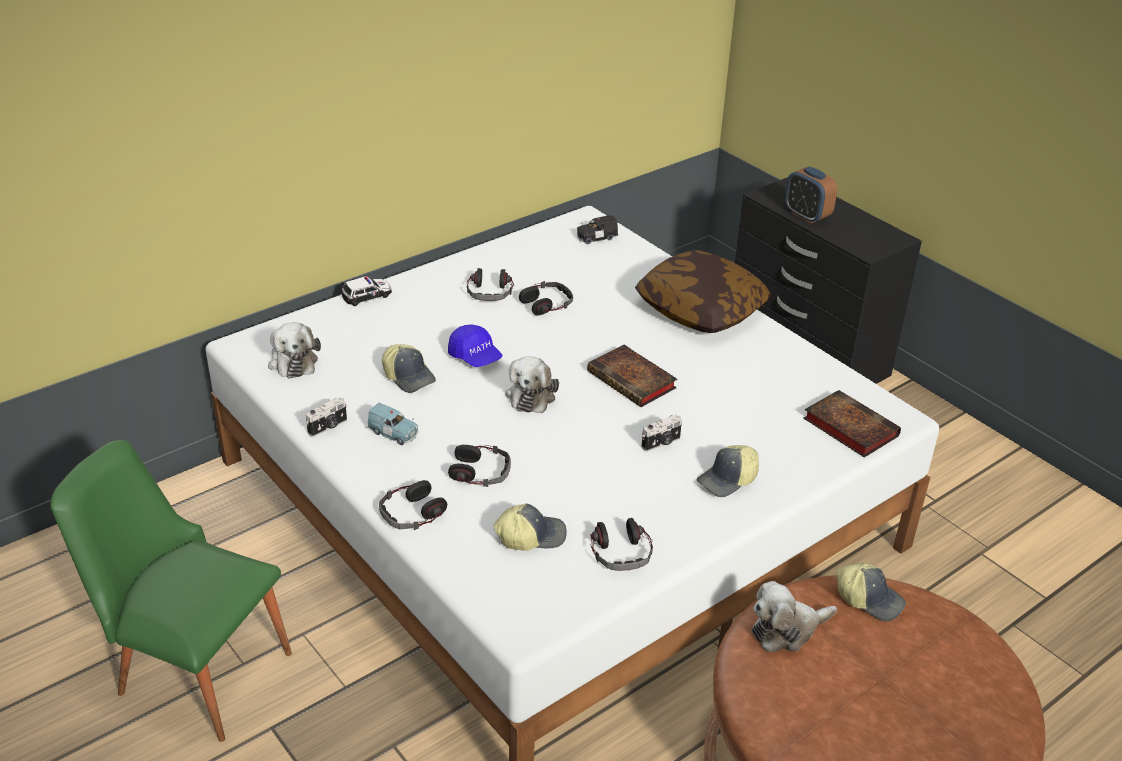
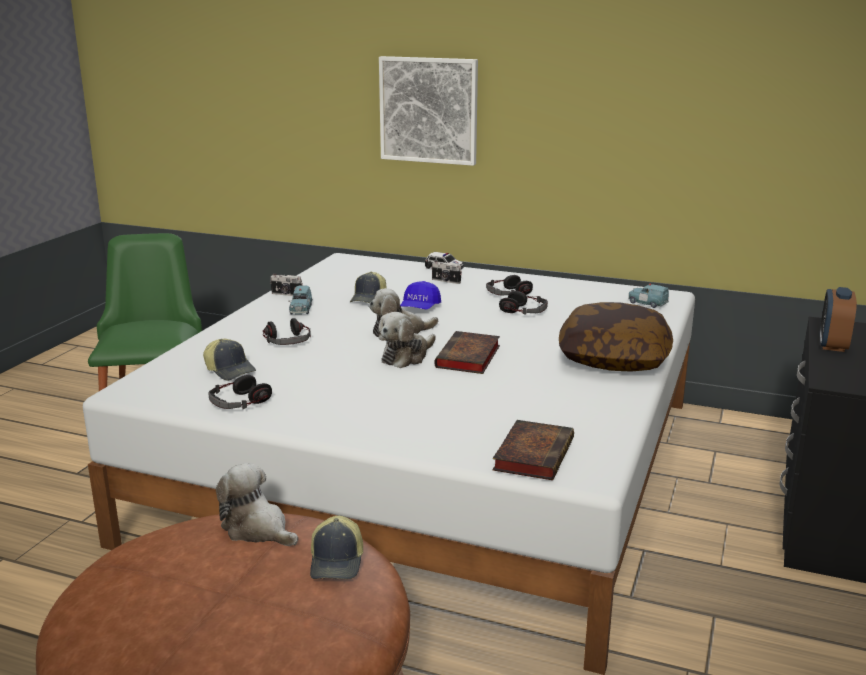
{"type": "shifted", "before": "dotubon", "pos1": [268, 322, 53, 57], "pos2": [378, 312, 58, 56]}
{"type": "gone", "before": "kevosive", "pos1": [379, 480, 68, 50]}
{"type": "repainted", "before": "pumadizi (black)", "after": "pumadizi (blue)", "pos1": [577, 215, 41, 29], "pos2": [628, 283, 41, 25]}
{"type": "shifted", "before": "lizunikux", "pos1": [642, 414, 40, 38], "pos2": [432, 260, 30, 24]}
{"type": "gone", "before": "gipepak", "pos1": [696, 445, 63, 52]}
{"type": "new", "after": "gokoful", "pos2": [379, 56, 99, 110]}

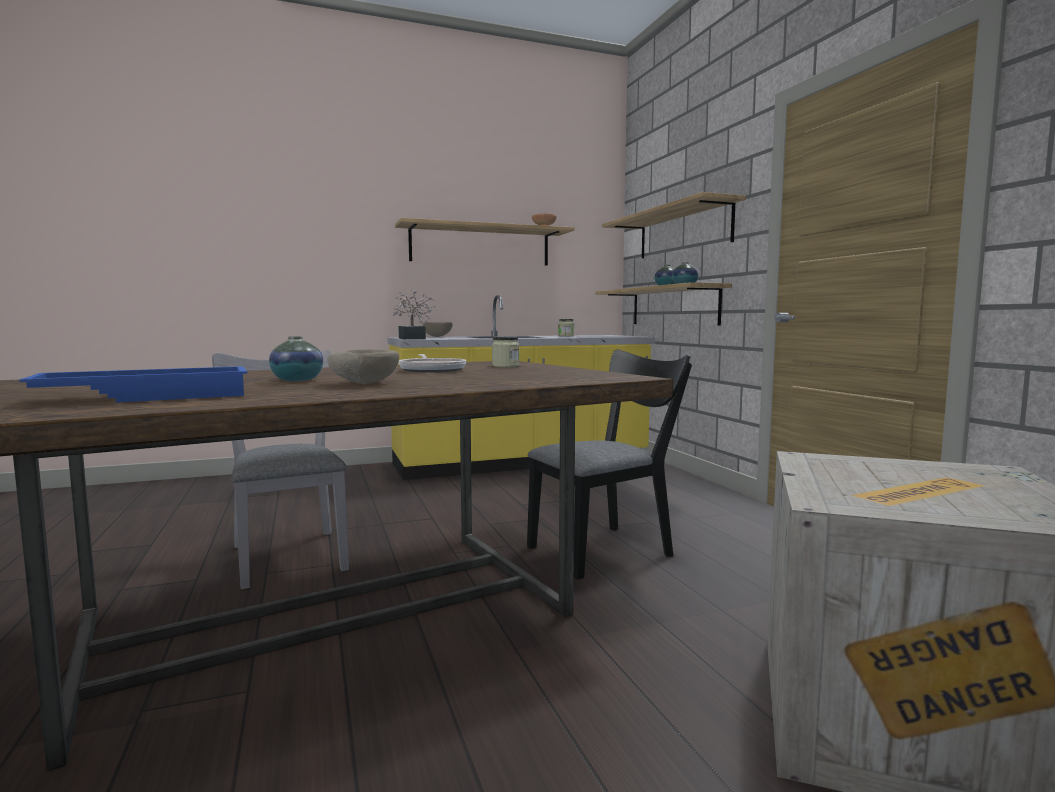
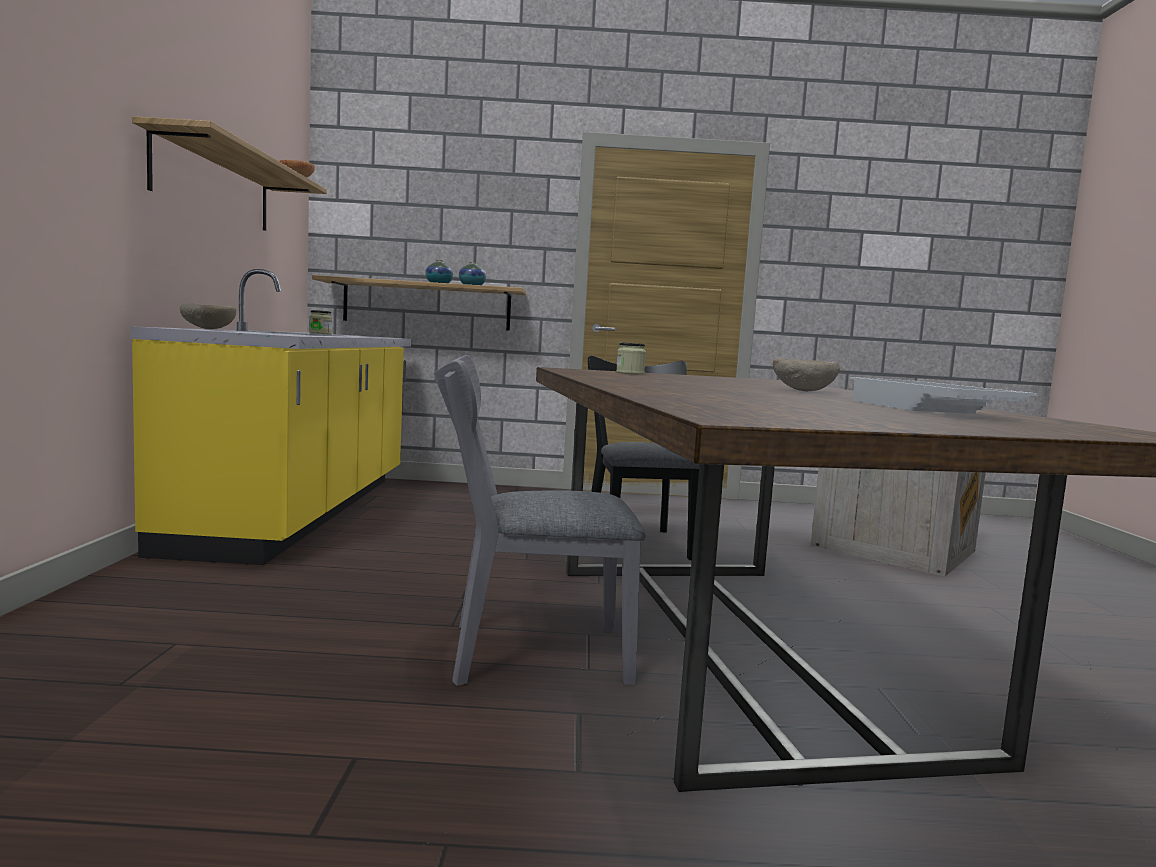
{"type": "repainted", "before": "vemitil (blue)", "after": "vemitil (white)", "pos1": [19, 366, 228, 37], "pos2": [850, 377, 188, 37]}
{"type": "gone", "before": "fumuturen", "pos1": [269, 336, 54, 45]}
{"type": "gone", "before": "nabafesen", "pos1": [393, 290, 42, 49]}
{"type": "gone", "before": "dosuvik", "pos1": [399, 354, 67, 19]}
{"type": "gone", "before": "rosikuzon", "pos1": [602, 192, 144, 66]}

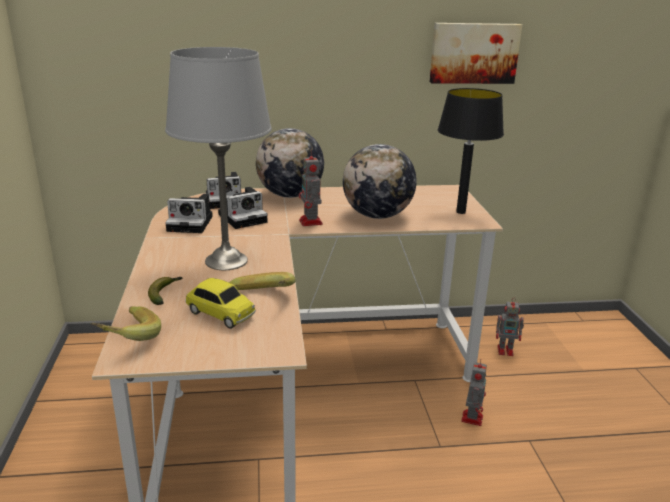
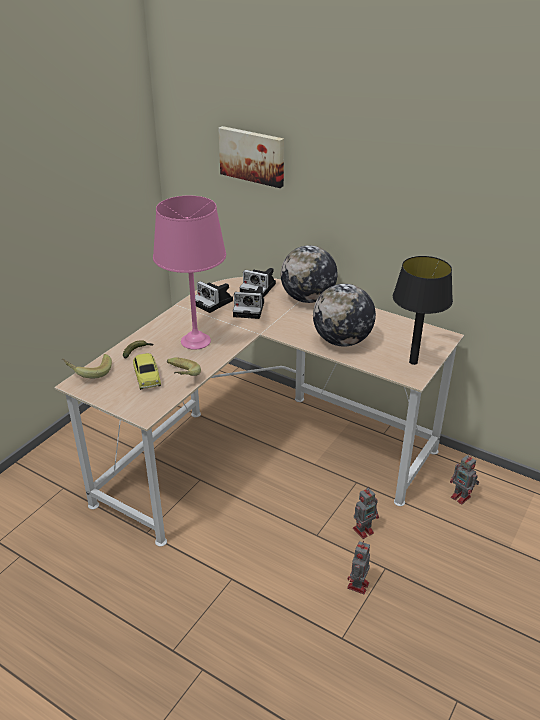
{"type": "repainted", "before": "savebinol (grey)", "after": "savebinol (pink)", "pos1": [165, 47, 107, 223], "pos2": [153, 196, 73, 154]}
{"type": "shifted", "before": "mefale", "pos1": [299, 150, 24, 76], "pos2": [347, 541, 23, 53]}
{"type": "shifted", "before": "gokoful", "pos1": [430, 23, 93, 61], "pos2": [218, 126, 66, 62]}

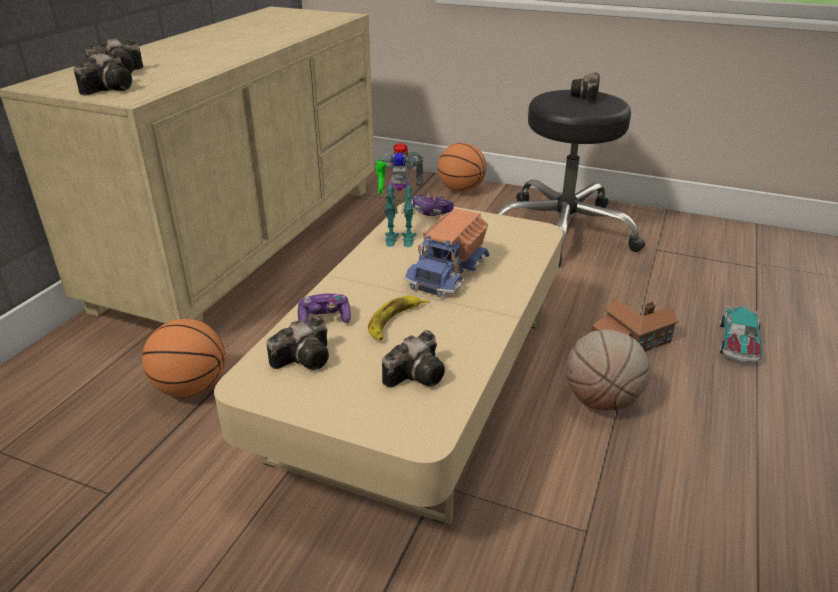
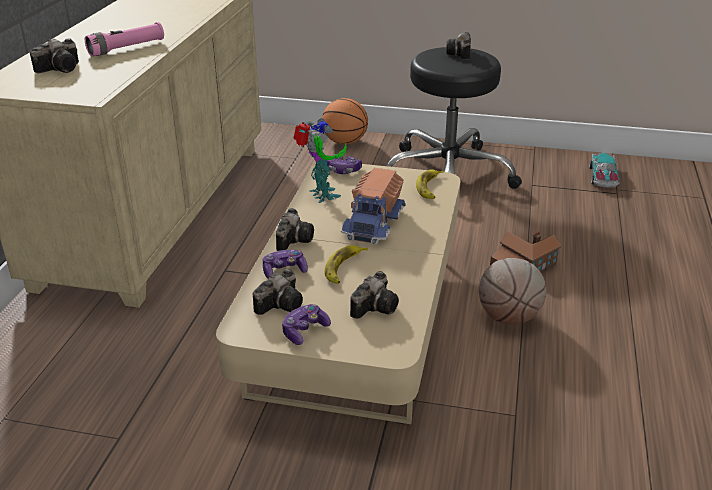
{"type": "shifted", "before": "lizunikux", "pos1": [74, 52, 58, 43], "pos2": [276, 208, 38, 43]}
{"type": "gone", "before": "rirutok", "pos1": [142, 319, 84, 79]}
{"type": "rotated", "before": "mefale", "pos1": [375, 142, 49, 105], "pos2": [293, 118, 54, 85], "turn": -105}
{"type": "shifted", "before": "pumadizi", "pos1": [719, 305, 43, 58], "pos2": [589, 153, 31, 35]}
{"type": "new", "after": "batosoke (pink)", "pos2": [85, 22, 79, 34]}
{"type": "new", "after": "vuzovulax", "pos2": [282, 304, 49, 41]}
{"type": "new", "after": "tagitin", "pos2": [416, 169, 28, 30]}

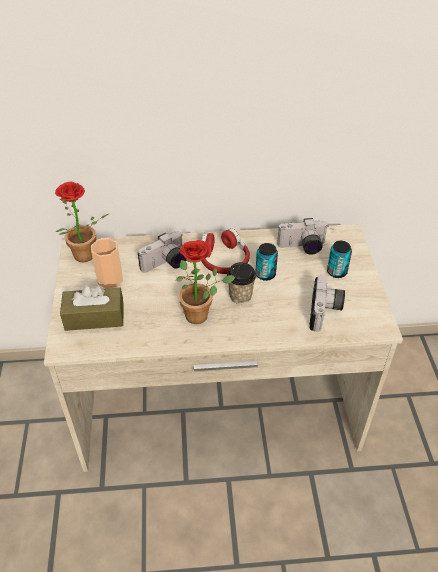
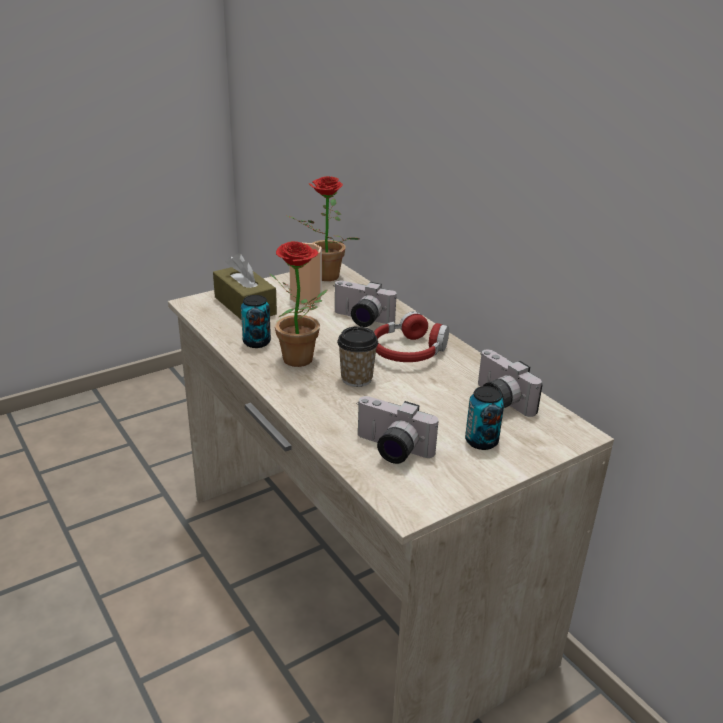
{"type": "shifted", "before": "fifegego", "pos1": [255, 243, 23, 38], "pos2": [241, 295, 30, 53]}
{"type": "rotated", "before": "lizunikux", "pos1": [310, 274, 35, 58], "pos2": [356, 396, 82, 68], "turn": 45}

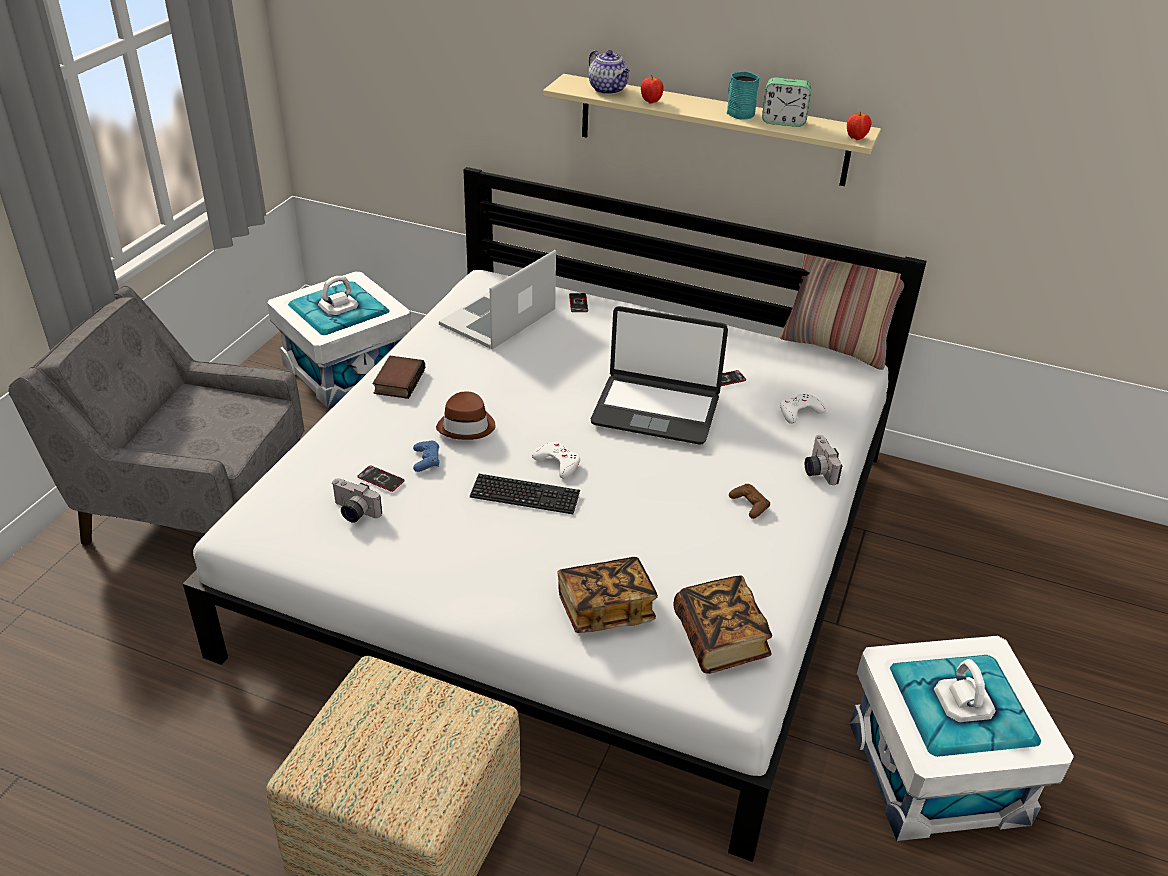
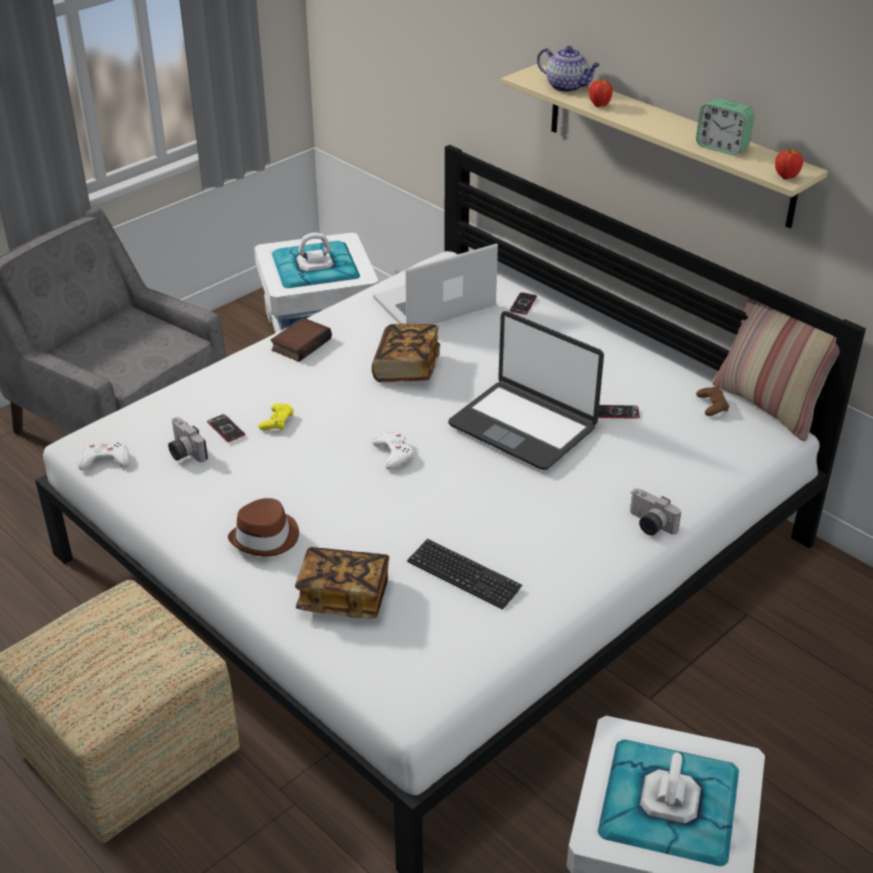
{"type": "repainted", "before": "vuzovulax (blue)", "after": "vuzovulax (yellow)", "pos1": [413, 440, 27, 32], "pos2": [259, 403, 35, 27]}
{"type": "shifted", "before": "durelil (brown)", "pos1": [436, 392, 60, 48], "pos2": [228, 498, 71, 59]}
{"type": "shifted", "before": "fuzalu", "pos1": [470, 474, 110, 40], "pos2": [407, 539, 115, 71]}
{"type": "rotated", "before": "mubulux", "pos1": [589, 50, 41, 44], "pos2": [537, 46, 63, 46], "turn": -45}
{"type": "shifted", "before": "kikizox", "pos1": [674, 575, 98, 99], "pos2": [372, 324, 68, 58]}
{"type": "gone", "before": "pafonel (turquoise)", "pos1": [727, 71, 33, 49]}
{"type": "shifted", "before": "vuzovulax (brown)", "pos1": [729, 484, 41, 35], "pos2": [696, 387, 33, 29]}
{"type": "shifted", "before": "vuzovulax (white)", "pos1": [780, 393, 46, 31], "pos2": [77, 442, 53, 28]}
{"type": "rotated", "before": "lizunikux", "pos1": [805, 435, 37, 50], "pos2": [630, 488, 51, 48], "turn": -60}

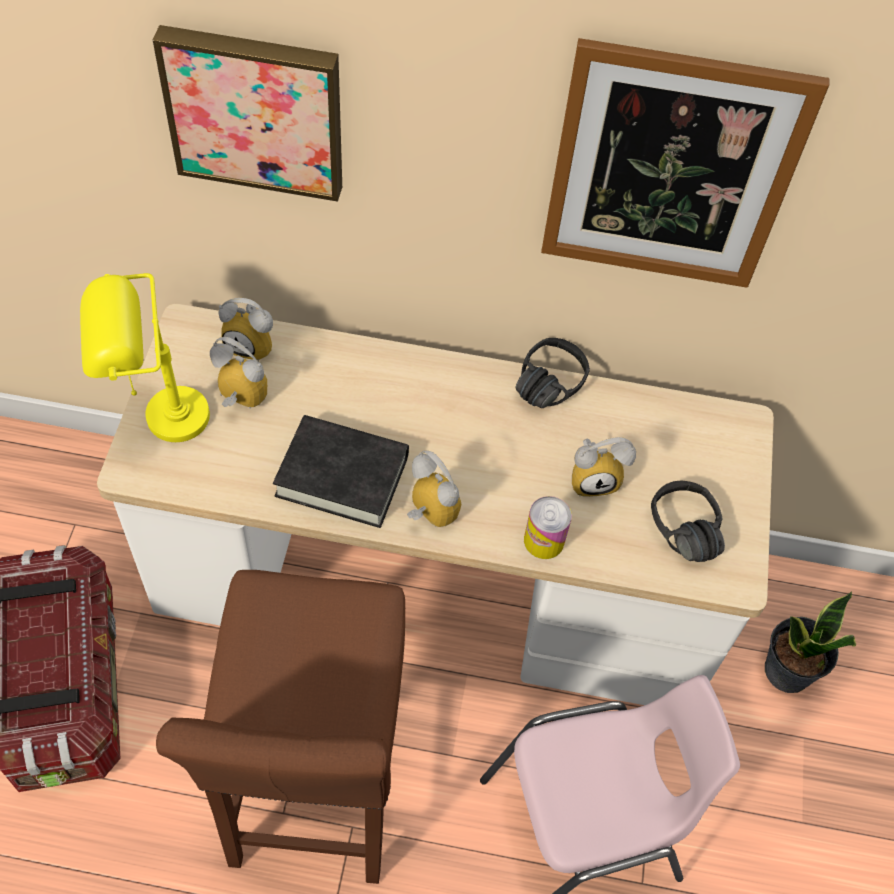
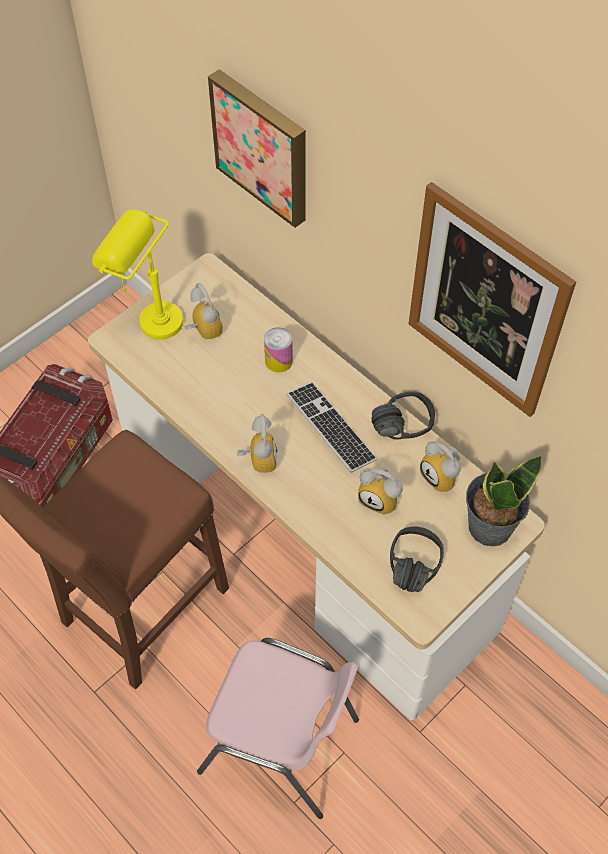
{"type": "shifted", "before": "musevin", "pos1": [218, 298, 55, 64], "pos2": [420, 441, 41, 51]}
{"type": "gone", "before": "kikizox (black)", "pos1": [273, 415, 136, 113]}
{"type": "shifted", "before": "fifegego", "pos1": [524, 496, 48, 63], "pos2": [264, 327, 29, 45]}
{"type": "shifted", "before": "nabafesen", "pos1": [765, 592, 91, 101], "pos2": [466, 455, 76, 91]}
{"type": "new", "after": "fuzalu", "pos2": [286, 381, 92, 92]}

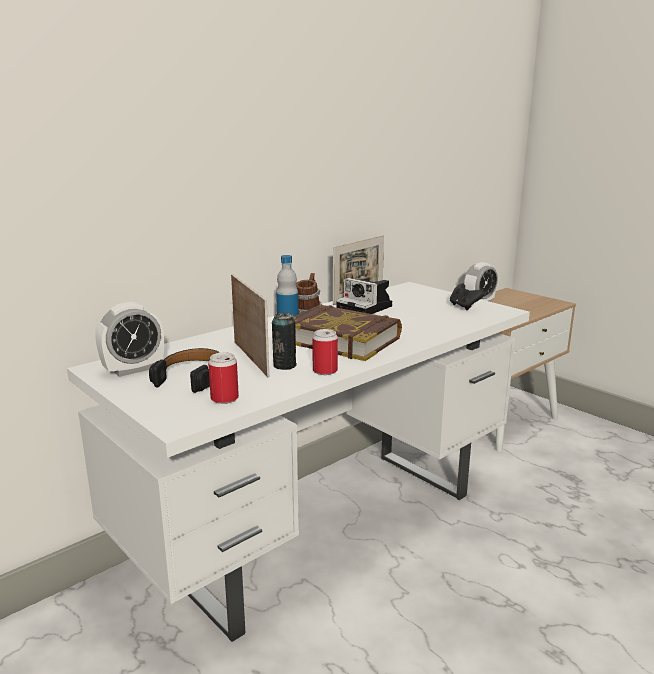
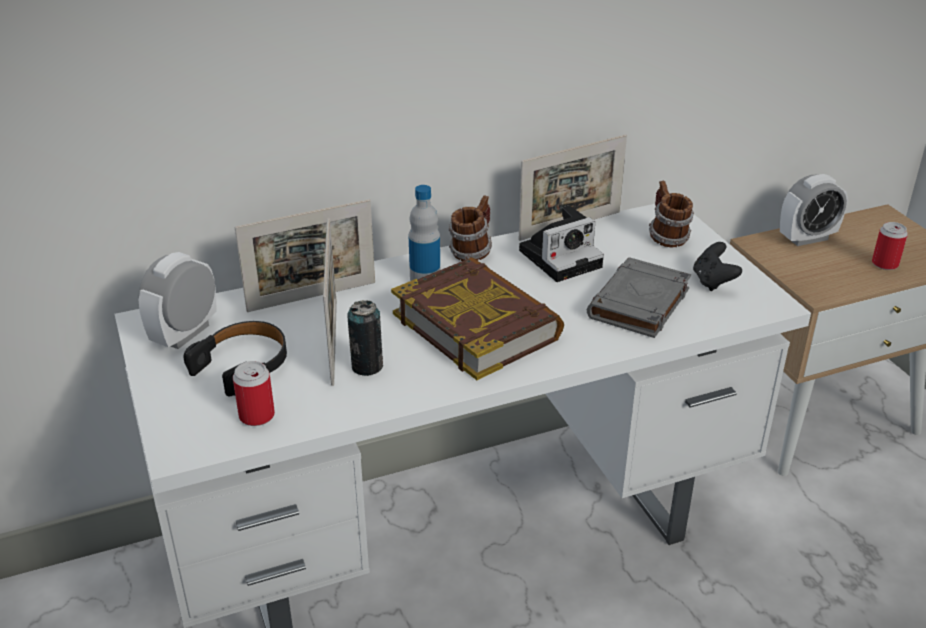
{"type": "rotated", "before": "musevin", "pos1": [95, 302, 69, 75], "pos2": [138, 252, 78, 97], "turn": 135}
{"type": "shifted", "before": "fifegego", "pos1": [312, 329, 26, 46], "pos2": [872, 222, 36, 48]}
{"type": "rotated", "before": "lizunikux", "pos1": [336, 278, 56, 36], "pos2": [519, 205, 85, 77], "turn": -90}
{"type": "new", "after": "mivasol", "pos2": [235, 199, 140, 113]}
{"type": "new", "after": "kikizox (grey)", "pos2": [587, 257, 104, 81]}
{"type": "new", "after": "pafonel", "pos2": [649, 181, 45, 67]}

